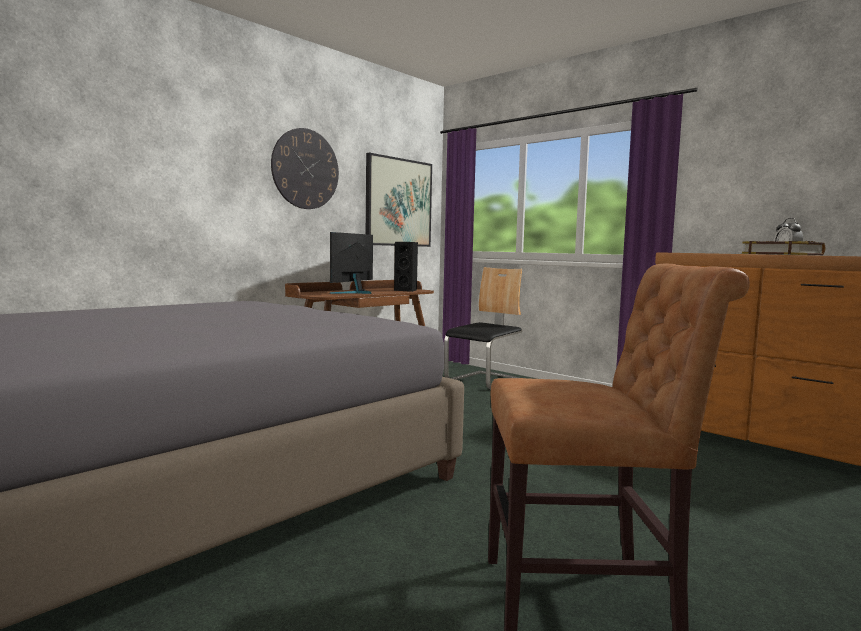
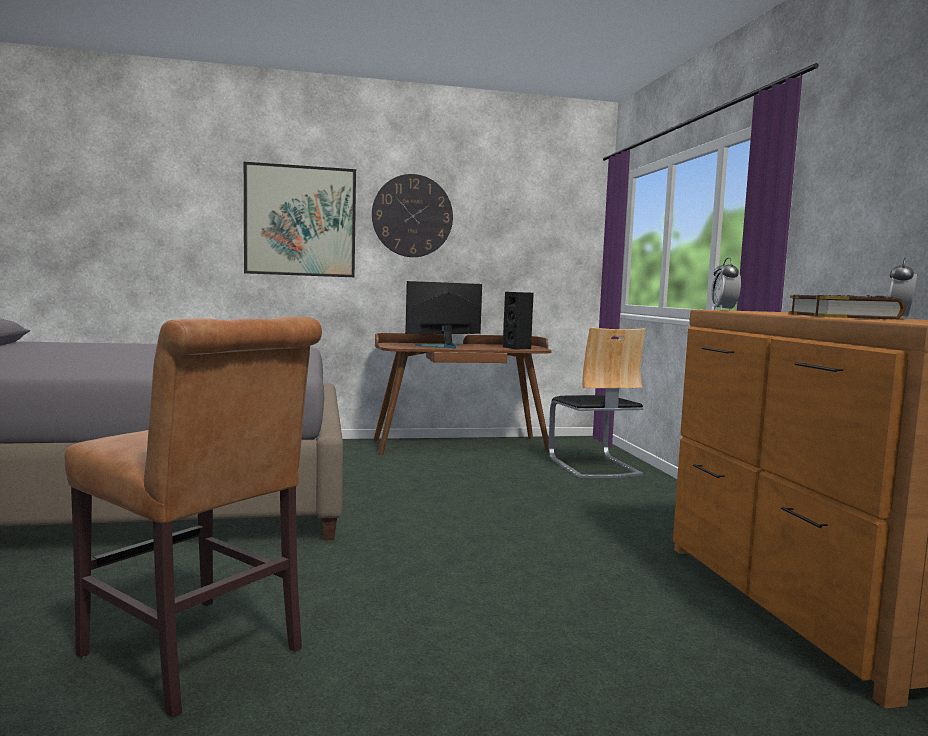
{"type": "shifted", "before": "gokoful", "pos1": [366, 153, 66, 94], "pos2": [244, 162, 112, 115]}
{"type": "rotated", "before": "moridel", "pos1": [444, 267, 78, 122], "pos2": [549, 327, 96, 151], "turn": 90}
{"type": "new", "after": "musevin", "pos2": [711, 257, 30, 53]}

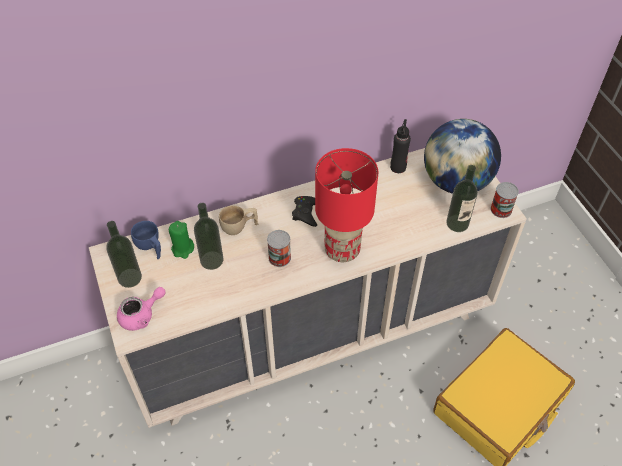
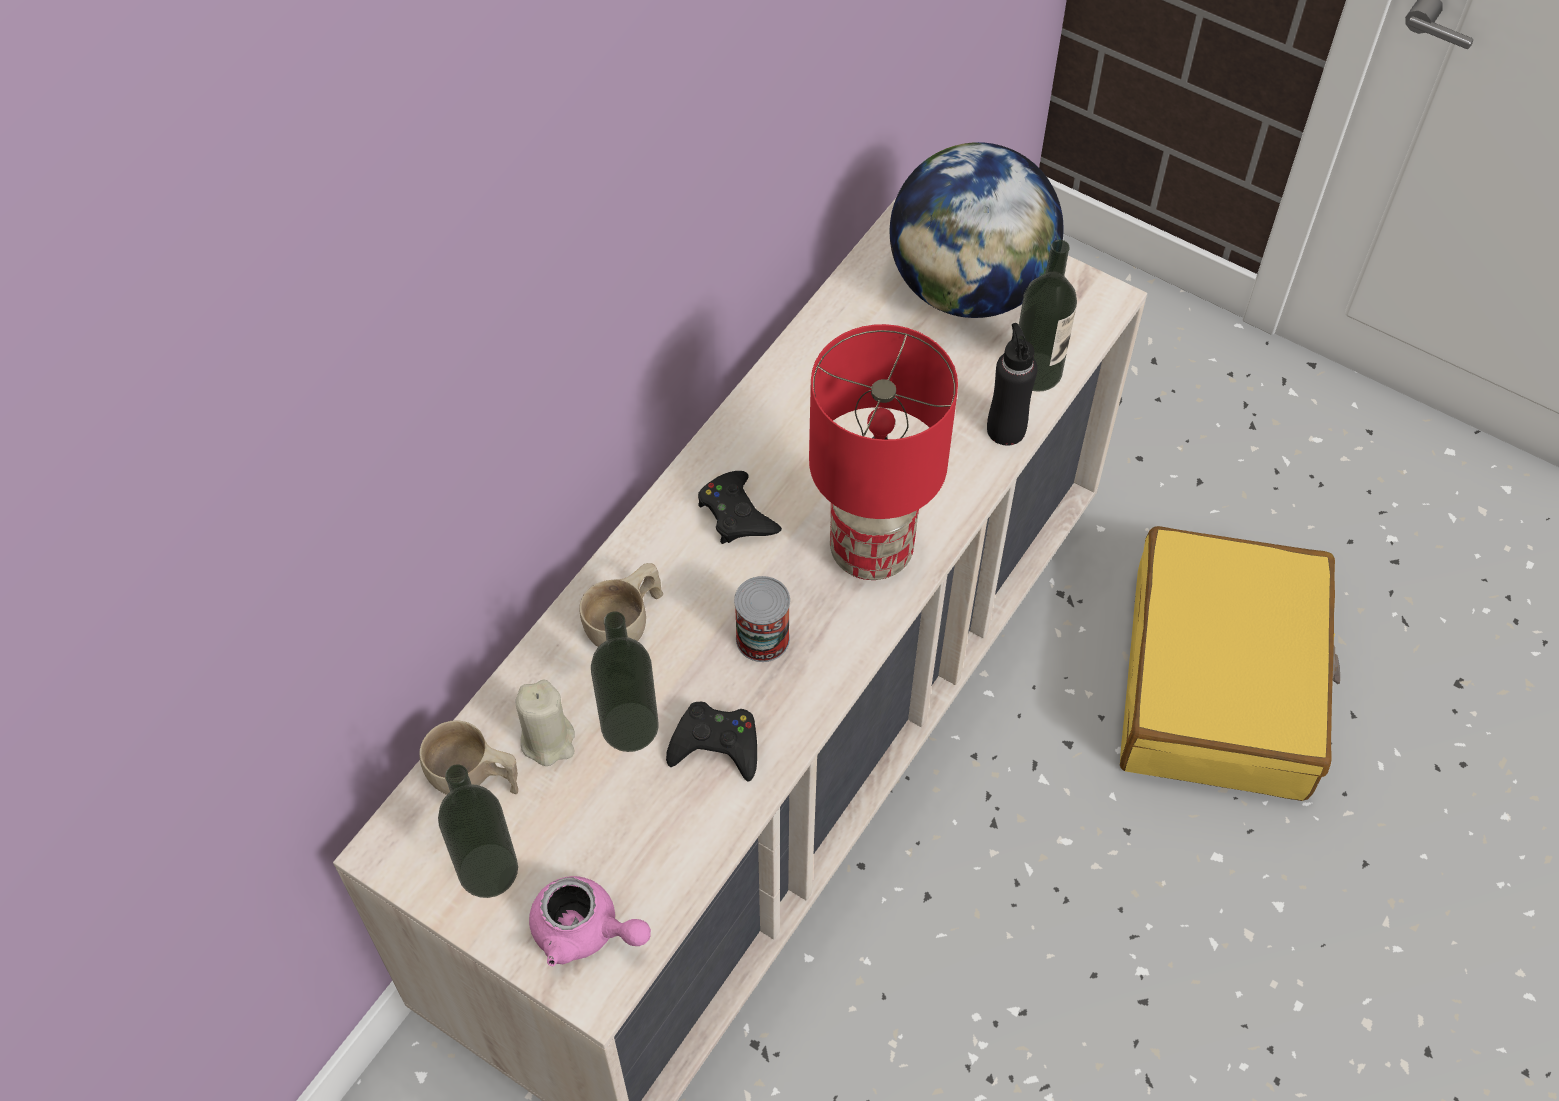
{"type": "rotated", "before": "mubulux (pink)", "pos1": [117, 287, 49, 44], "pos2": [529, 876, 122, 90], "turn": 90}
{"type": "repainted", "before": "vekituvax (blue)", "after": "vekituvax (beige)", "pos1": [131, 221, 30, 38], "pos2": [419, 720, 99, 75]}
{"type": "repainted", "before": "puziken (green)", "after": "puziken (beige)", "pos1": [169, 221, 25, 38], "pos2": [516, 679, 59, 87]}
{"type": "shifted", "before": "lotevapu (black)", "pos1": [390, 119, 21, 54], "pos2": [987, 323, 51, 123]}
{"type": "gone", "before": "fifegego", "pos1": [490, 182, 29, 36]}
{"type": "new", "after": "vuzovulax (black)", "pos2": [666, 702, 91, 79]}

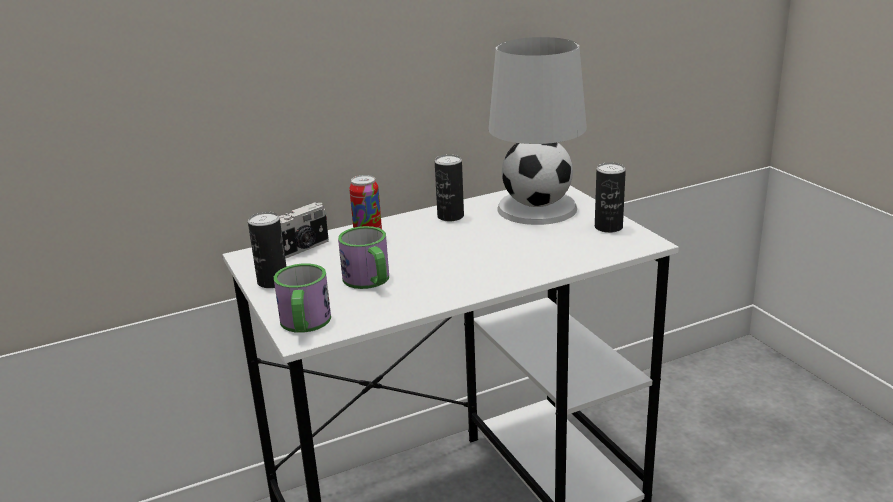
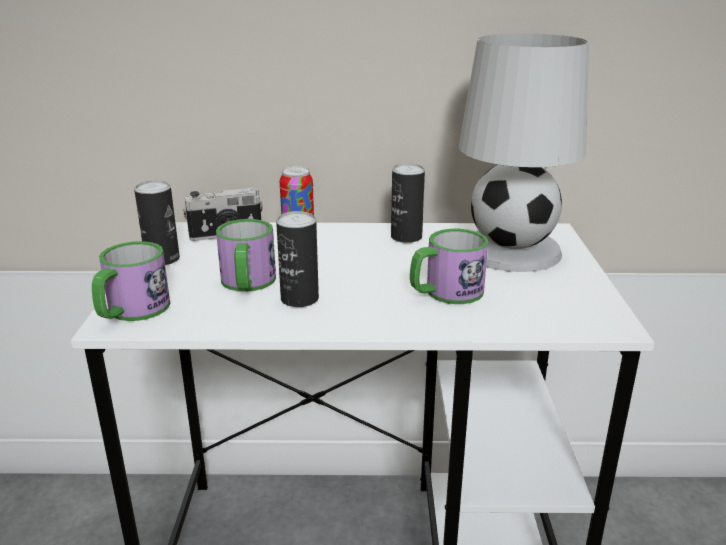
{"type": "shifted", "before": "fifegego", "pos1": [595, 162, 31, 71], "pos2": [276, 211, 43, 96]}
{"type": "new", "after": "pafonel", "pos2": [410, 229, 78, 75]}

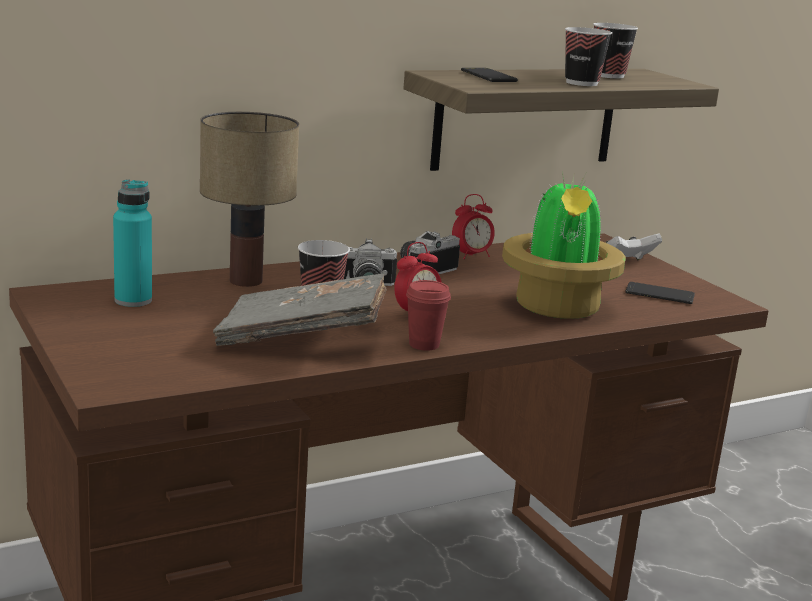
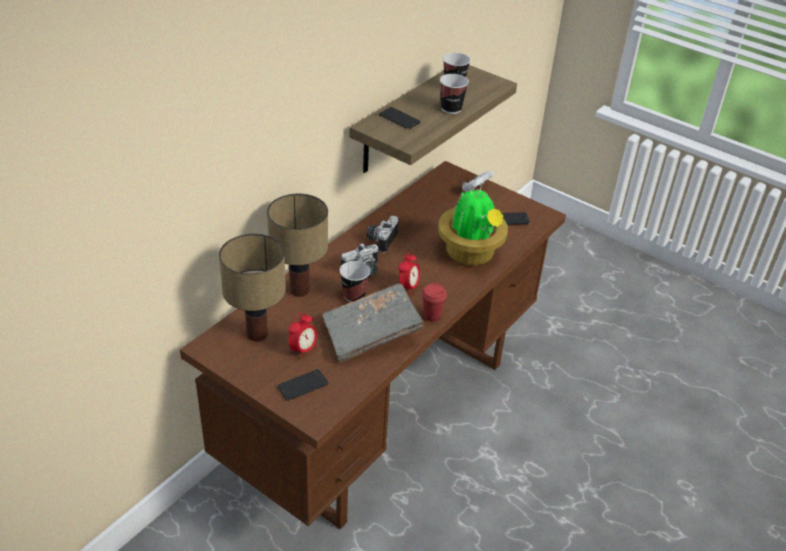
{"type": "swapped", "before": "lotevapu (turquoise)", "after": "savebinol", "pos1": [113, 179, 39, 128], "pos2": [219, 234, 67, 107]}
{"type": "shifted", "before": "musevin", "pos1": [452, 194, 43, 65], "pos2": [288, 312, 29, 47]}
{"type": "new", "after": "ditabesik", "pos2": [277, 369, 52, 32]}

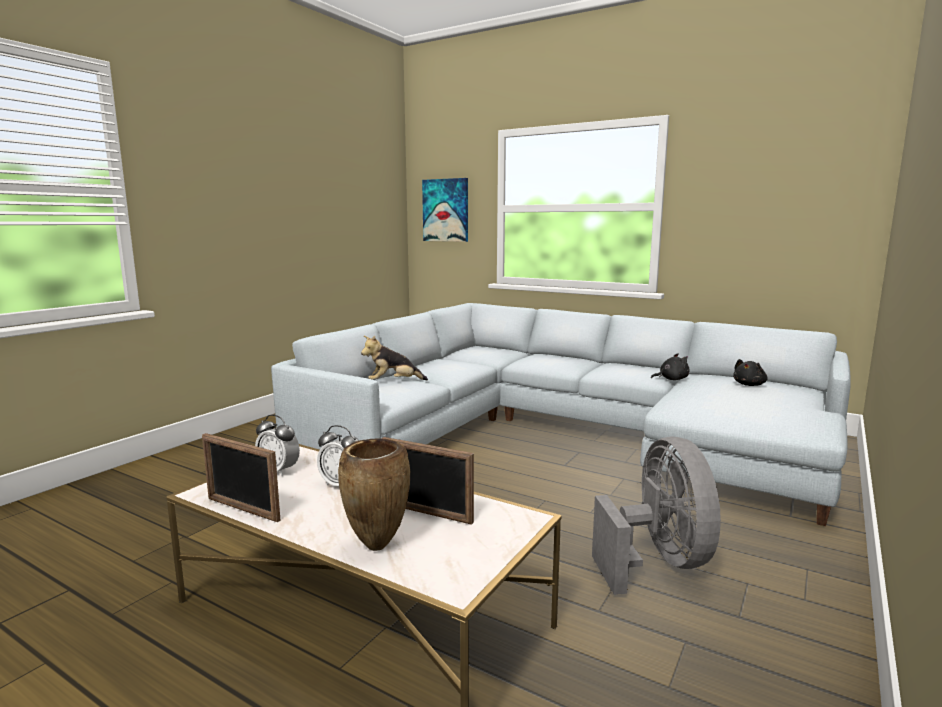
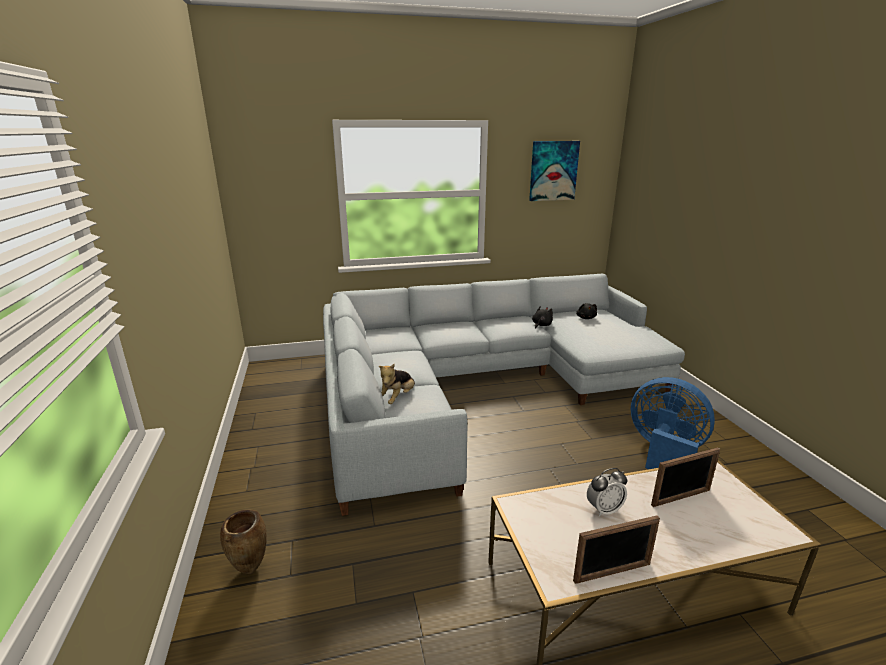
{"type": "gone", "before": "musevin", "pos1": [255, 415, 45, 61]}
{"type": "shifted", "before": "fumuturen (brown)", "pos1": [338, 438, 72, 113], "pos2": [220, 510, 47, 64]}
{"type": "shifted", "before": "gokoful", "pos1": [422, 178, 46, 64], "pos2": [529, 141, 51, 60]}
{"type": "repainted", "before": "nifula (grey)", "after": "nifula (blue)", "pos1": [592, 436, 129, 159], "pos2": [631, 377, 84, 92]}

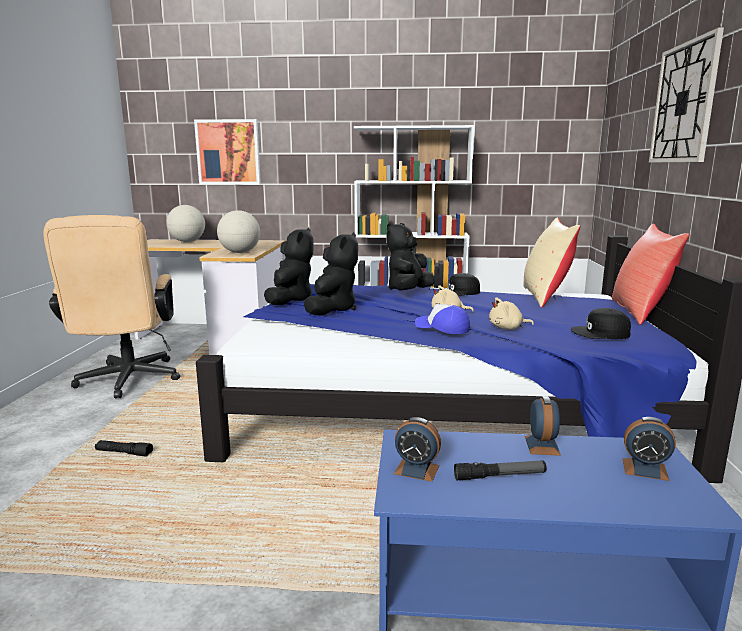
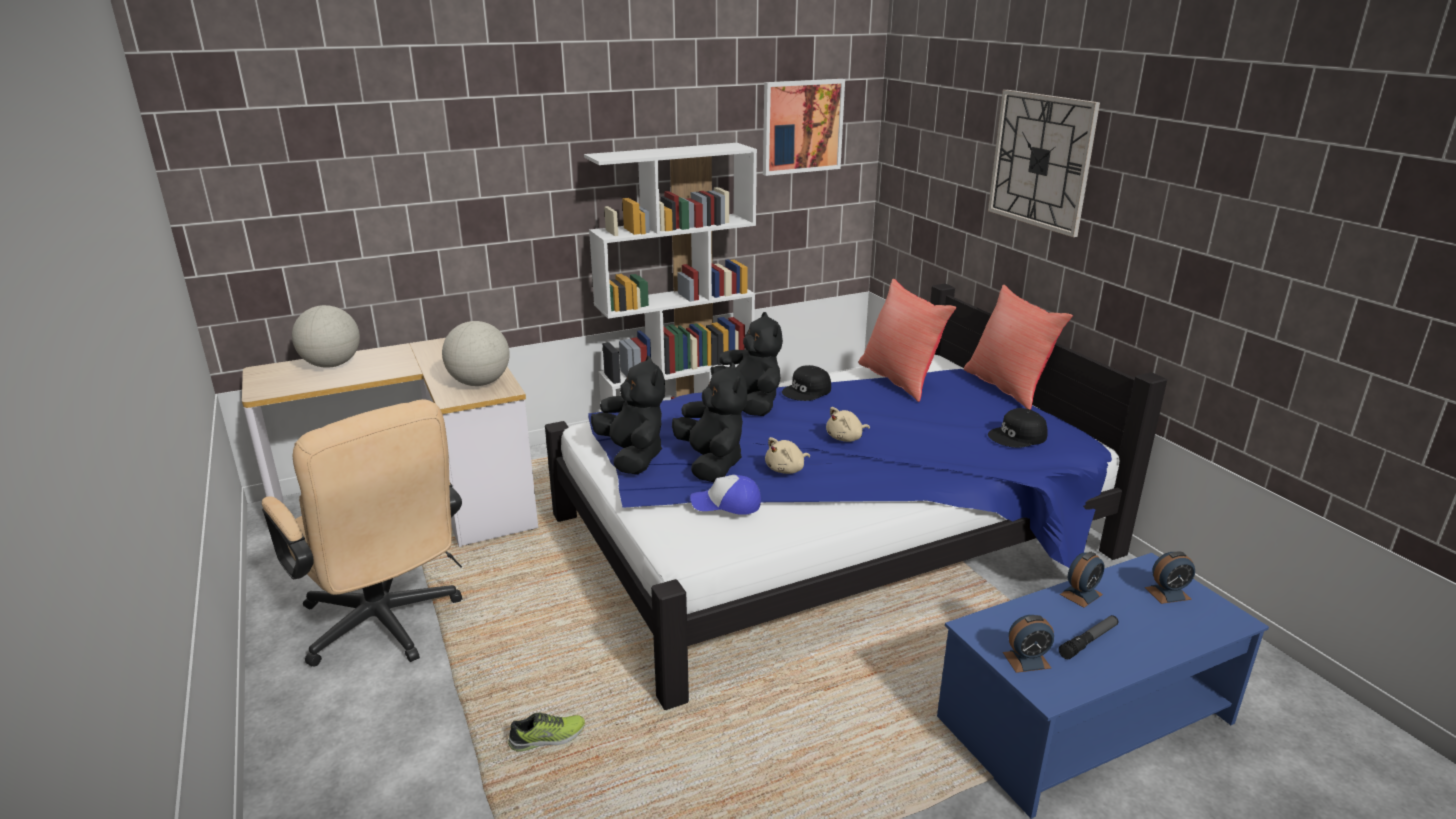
{"type": "swapped", "before": "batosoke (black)", "after": "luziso", "pos1": [95, 440, 58, 17], "pos2": [508, 712, 77, 40]}
{"type": "shifted", "before": "gokoful", "pos1": [194, 119, 67, 66], "pos2": [763, 79, 82, 97]}
{"type": "rotated", "before": "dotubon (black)", "pos1": [386, 223, 49, 67], "pos2": [711, 312, 72, 104], "turn": 150}
{"type": "shifted", "before": "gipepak", "pos1": [415, 304, 55, 30], "pos2": [690, 474, 71, 41]}
{"type": "shifted", "before": "dotubon (beige)", "pos1": [489, 297, 45, 33], "pos2": [765, 437, 45, 37]}
{"type": "repainted", "before": "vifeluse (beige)", "after": "vifeluse (red)", "pos1": [523, 217, 57, 91], "pos2": [858, 279, 98, 123]}
{"type": "rotated", "before": "musevin", "pos1": [525, 396, 36, 60], "pos2": [1060, 552, 44, 56], "turn": 75}

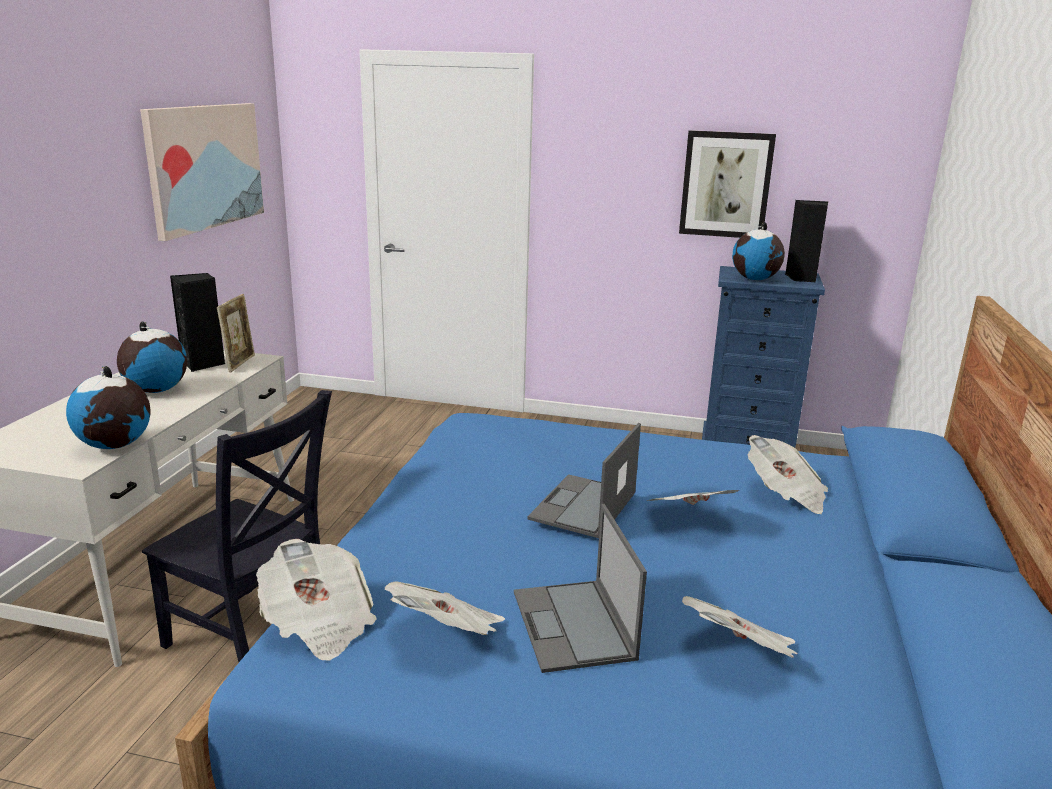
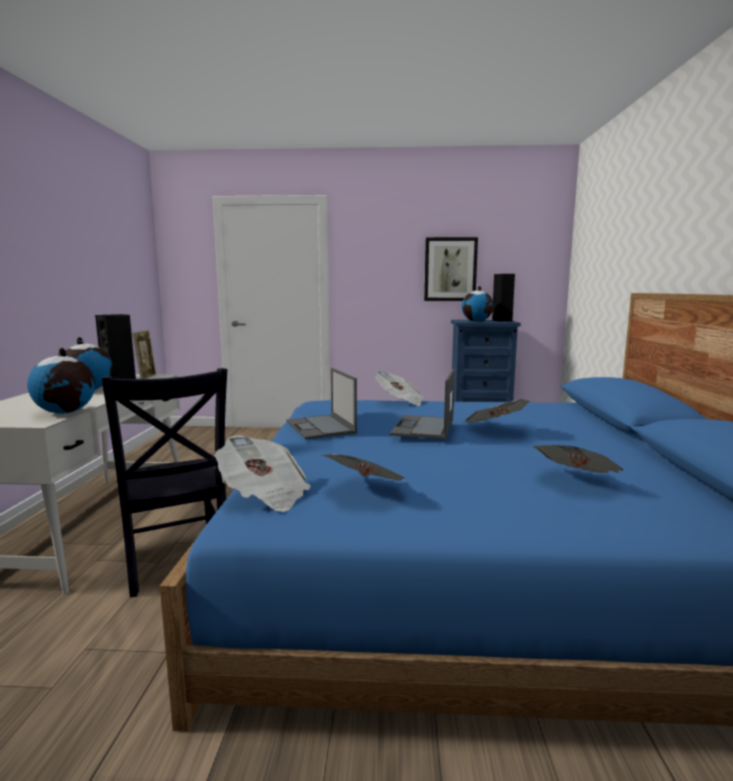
{"type": "gone", "before": "gokoful", "pos1": [140, 103, 124, 138]}
{"type": "rotated", "before": "moridel (black)", "pos1": [142, 390, 190, 273], "pos2": [101, 368, 126, 229], "turn": 45}
{"type": "shifted", "before": "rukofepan", "pos1": [514, 504, 133, 169], "pos2": [286, 368, 71, 72]}
{"type": "shifted", "before": "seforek", "pos1": [747, 435, 81, 79], "pos2": [375, 371, 49, 35]}

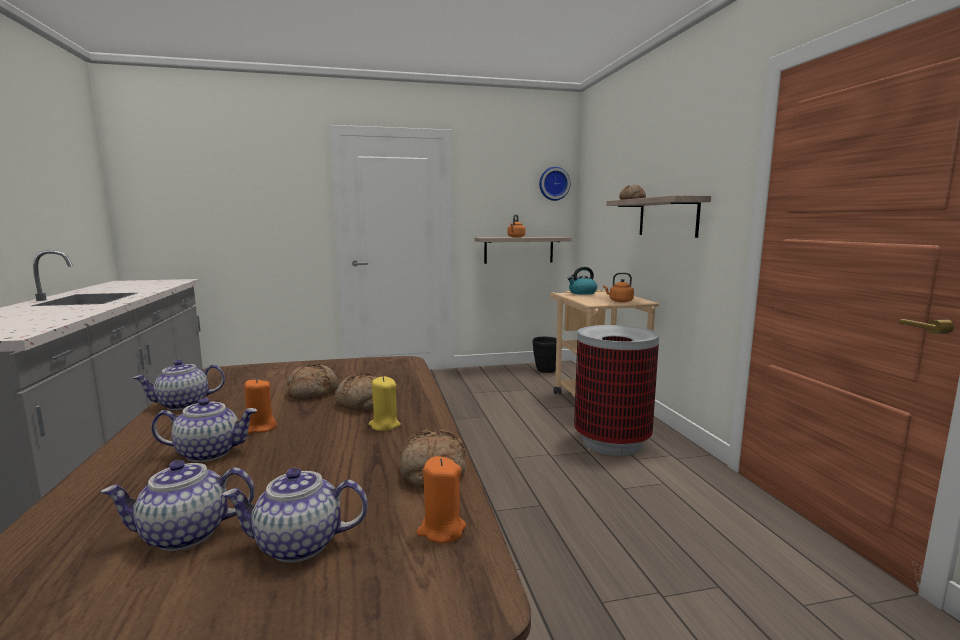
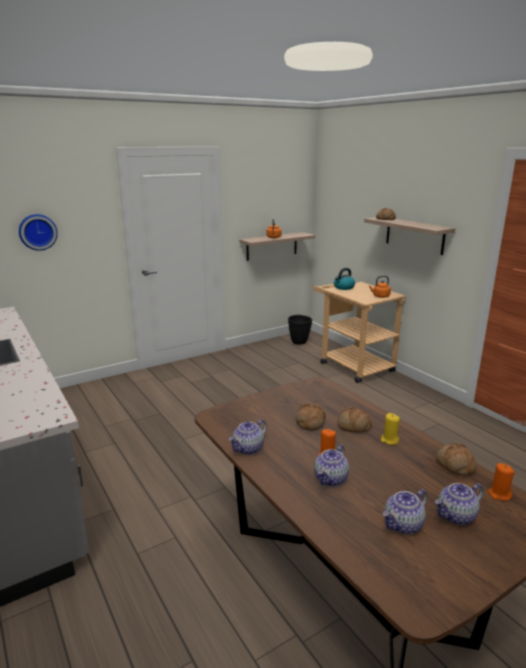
{"type": "rotated", "before": "mubulux", "pos1": [151, 397, 106, 65], "pos2": [314, 445, 35, 41], "turn": 150}
{"type": "shifted", "before": "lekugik", "pos1": [539, 167, 31, 34], "pos2": [19, 214, 39, 37]}
{"type": "gone", "before": "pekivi", "pos1": [574, 325, 85, 131]}

